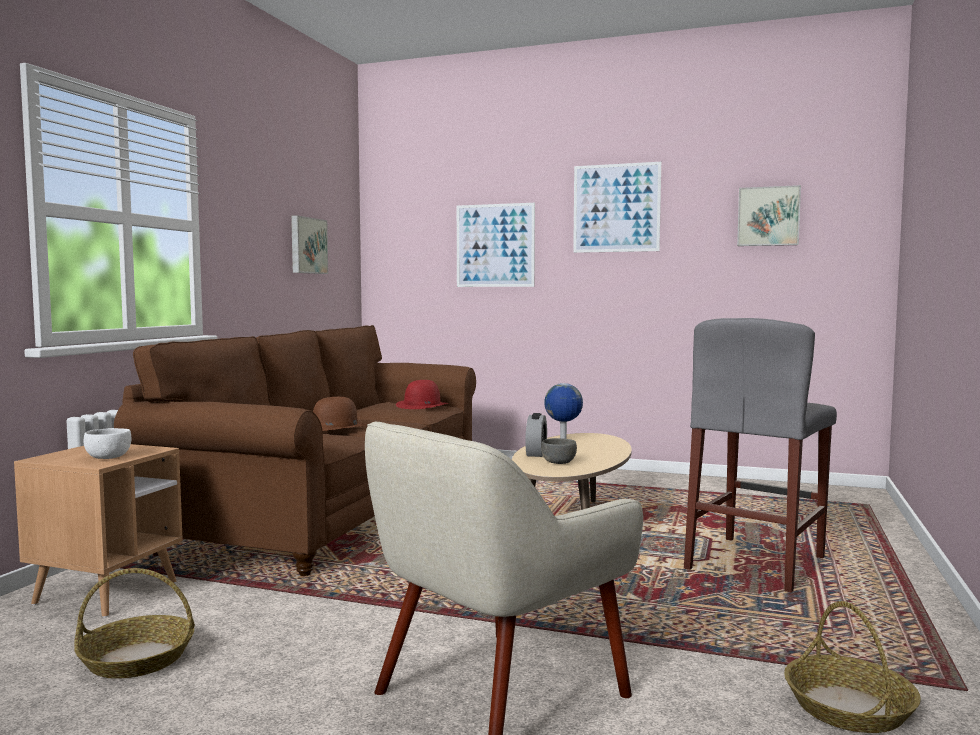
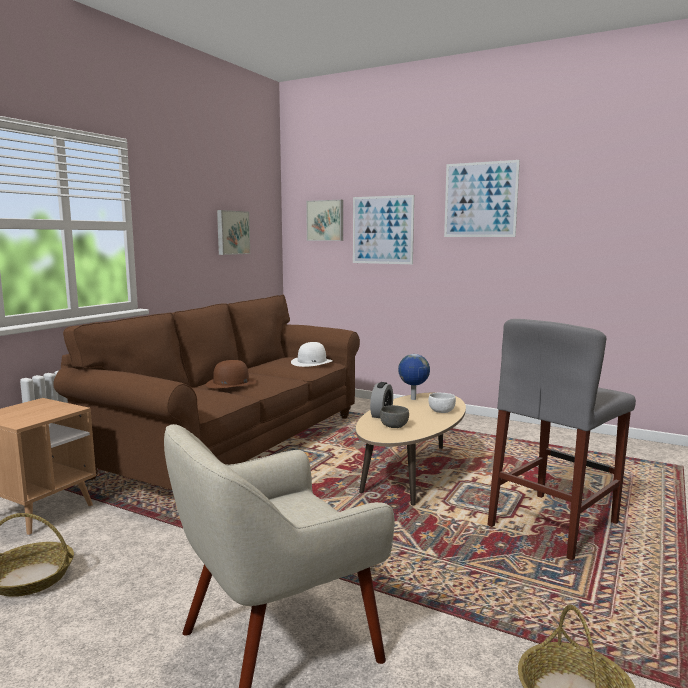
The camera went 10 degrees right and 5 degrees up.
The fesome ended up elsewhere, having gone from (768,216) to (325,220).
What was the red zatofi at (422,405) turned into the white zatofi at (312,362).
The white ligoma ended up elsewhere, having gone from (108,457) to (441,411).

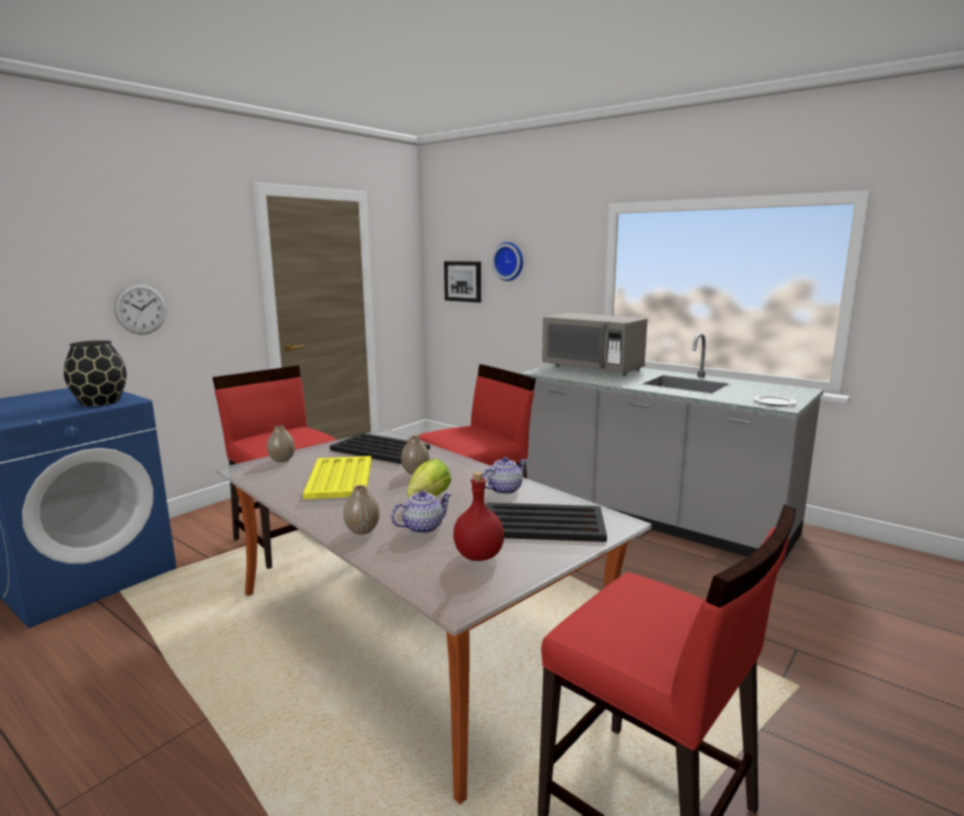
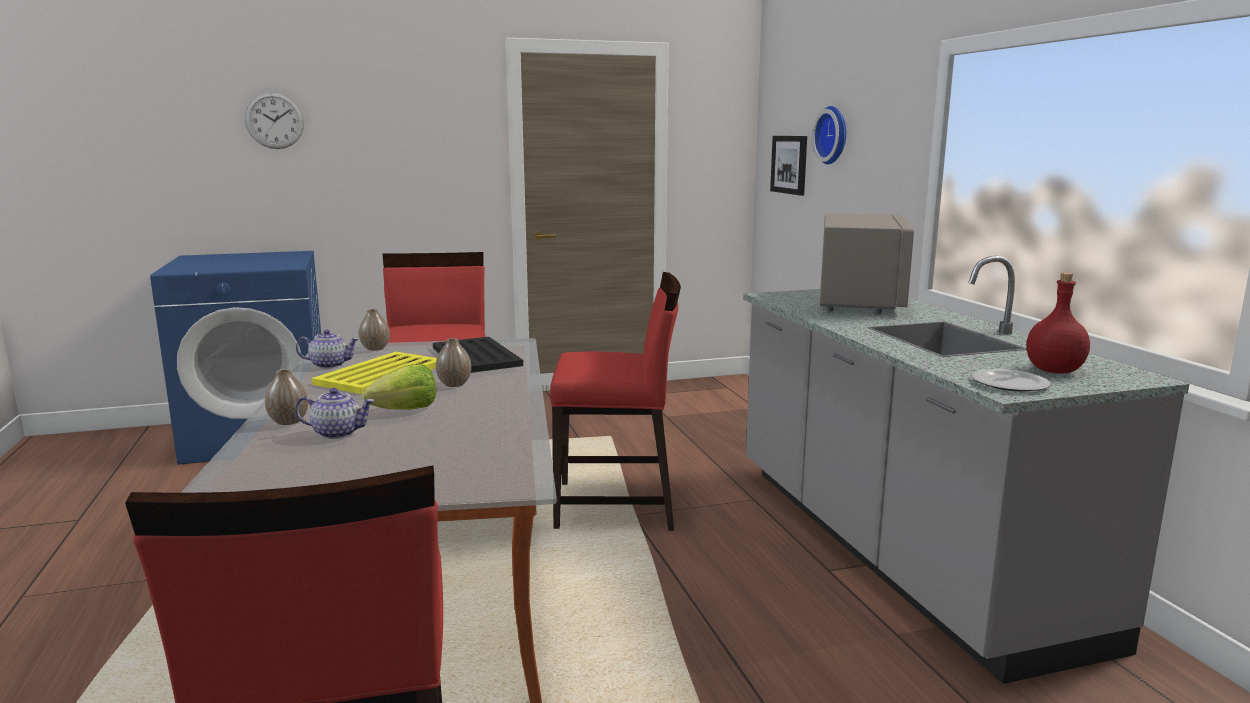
The camera went 35 degrees right and 0 degrees up.
The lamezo ended up elsewhere, having gone from (141,309) to (274,120).
The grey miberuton at (592,369) ended up facing another way, 150 degrees counterclockwise from before.
The second view lost the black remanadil at (100,402).
The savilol ended up elsewhere, having gone from (504,489) to (330,365).
The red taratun ended up elsewhere, having gone from (477,556) to (1053,370).
The second view lost the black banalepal at (544,524).

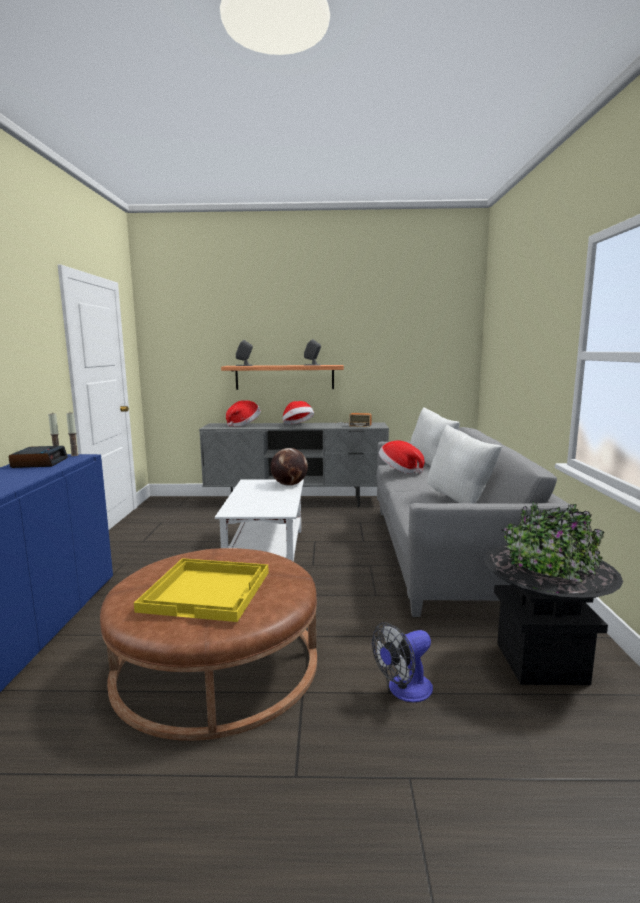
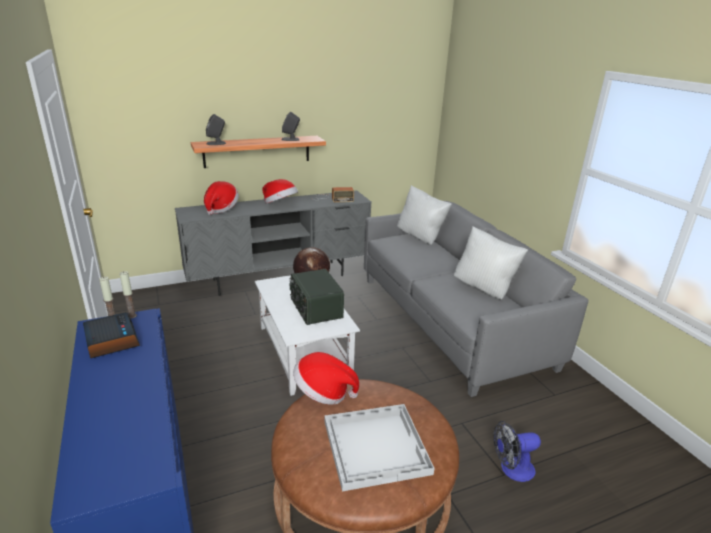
The camera went 25 degrees left and 15 degrees up.
The zatofi ended up elsewhere, having gone from (399,470) to (323,392).
The second view lost the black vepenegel at (541,663).
What was the yellow banalepal at (208,590) turned into the white banalepal at (376,446).
The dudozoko at (404,690) ended up facing another way, 45 degrees clockwise from before.
The second view gained the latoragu at (315,309).

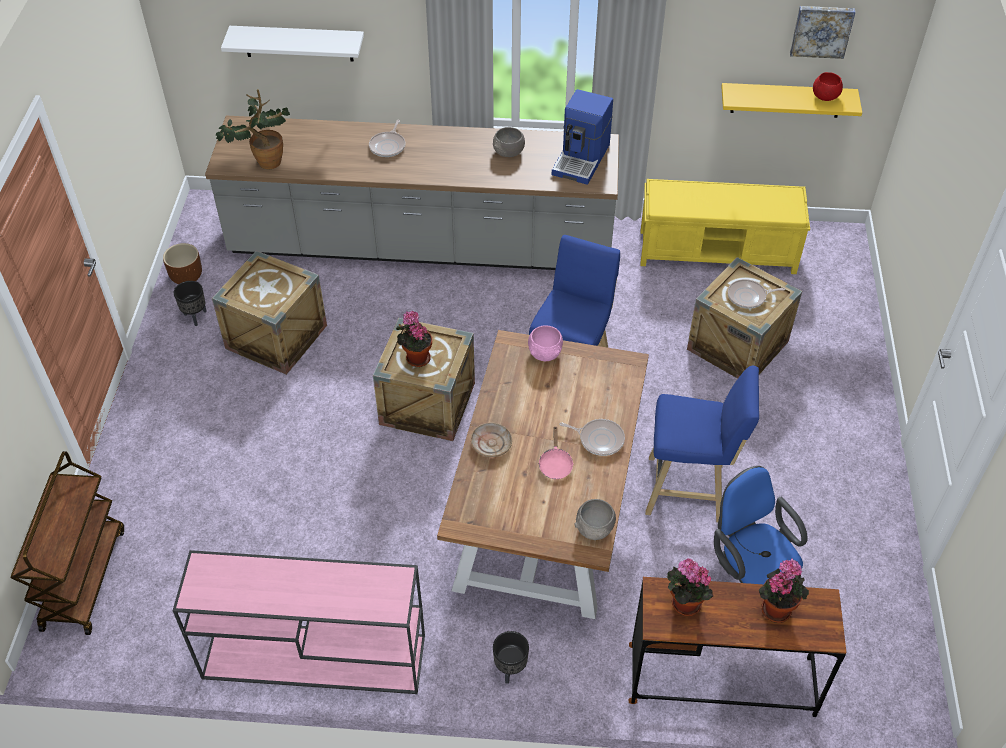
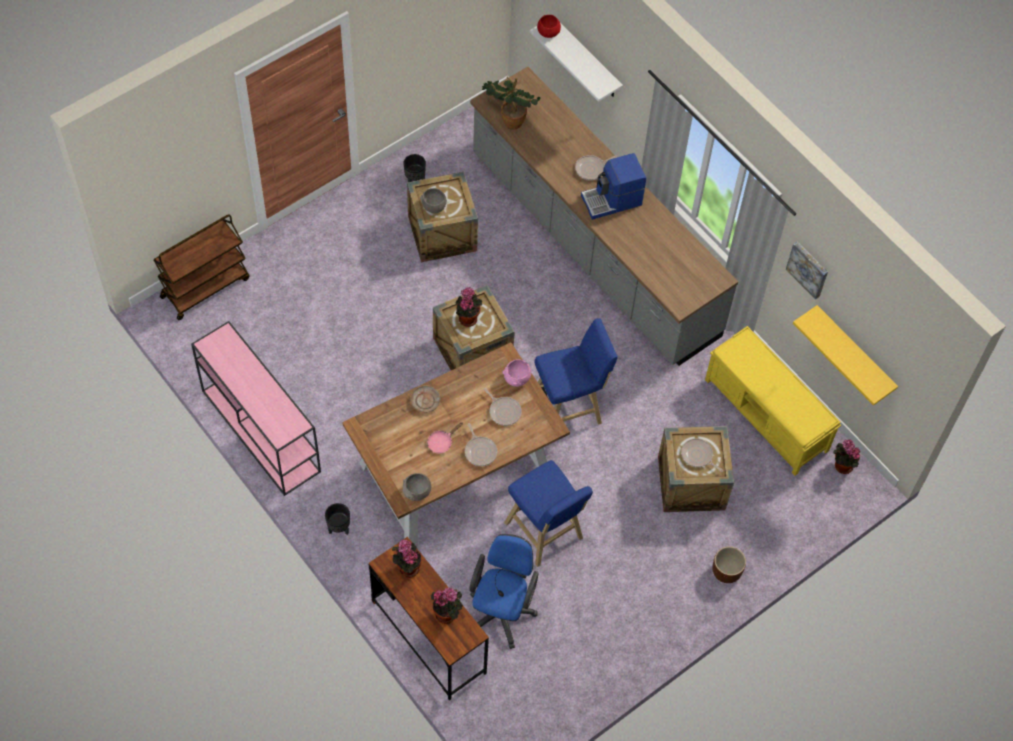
The camera went 45 degrees right and 10 degrees up.
The fesome ended up elsewhere, having gone from (821,30) to (808,269).
The red ligoma ended up elsewhere, having gone from (825,97) to (548,32).
The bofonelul ended up elsewhere, having gone from (582,159) to (612,201).
The grey ligoma ended up elsewhere, having gone from (508,152) to (433,206).
The brown vepenegel ended up elsewhere, having gone from (187,276) to (726,571).
The second view gained the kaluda at (504,411).
The second view gained the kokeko at (841,466).

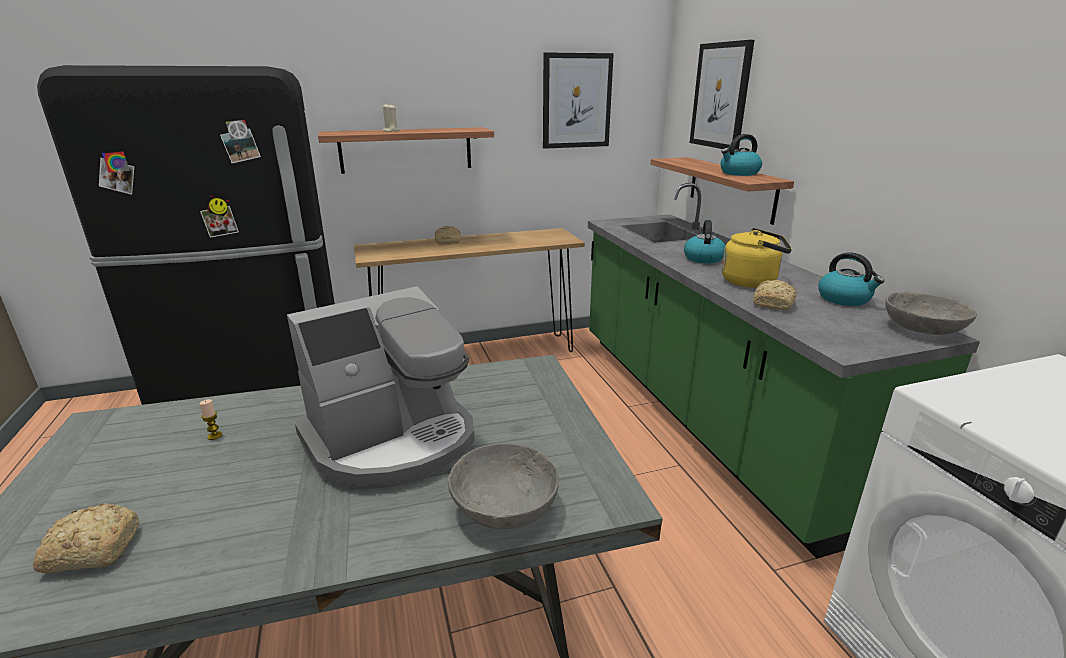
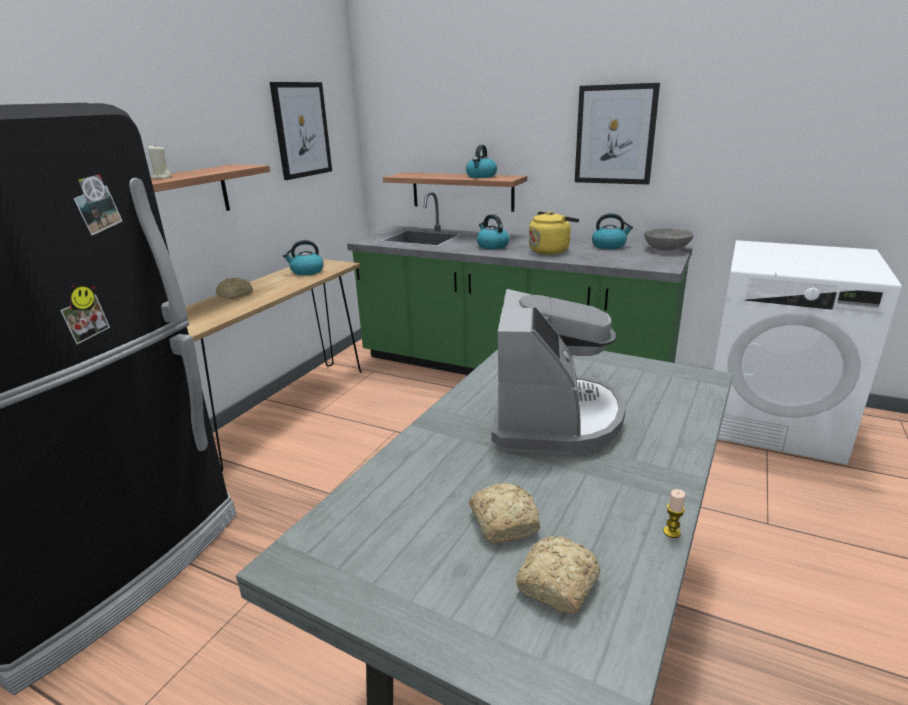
The camera went 45 degrees left and 0 degrees up.
The fesome ended up elsewhere, having gone from (721,96) to (615,135).
The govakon ended up elsewhere, having gone from (774,303) to (504,521).
The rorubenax ended up elsewhere, having gone from (215,436) to (671,532).
The second view lost the grey ligoma at (505,506).
The second view gained the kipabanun at (306,271).

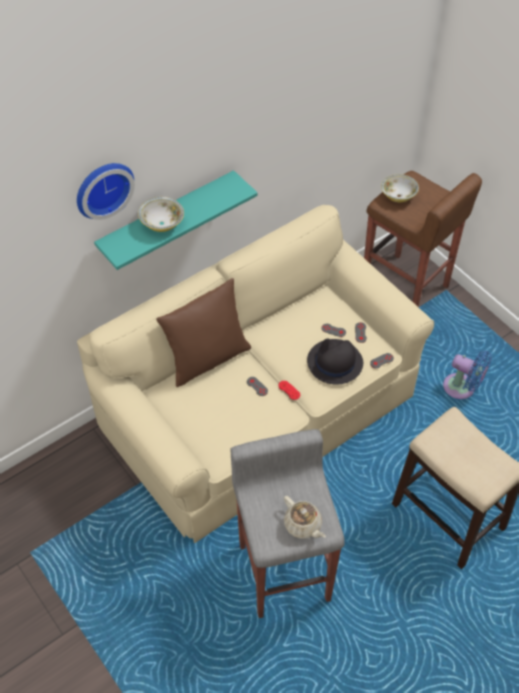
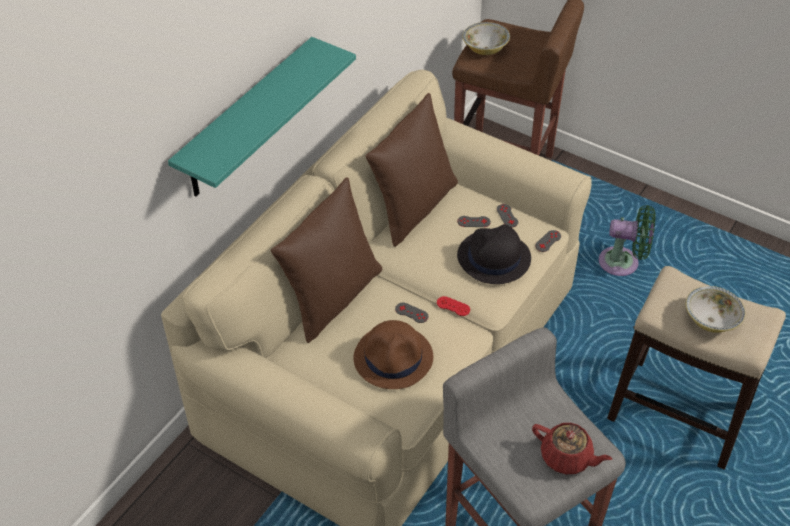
The camera went 20 degrees left and 5 degrees down.
The second view lost the lamezo at (102,188).
The ligoma ended up elsewhere, having gone from (162,223) to (711,320).
What was the blue dudozoko at (462,388) turned into the green dudozoko at (623,263).
What was the beige savilol at (303,525) turned into the red savilol at (567,457).
The second view gained the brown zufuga at (413,208).
The second view gained the brown zatofi at (394,358).

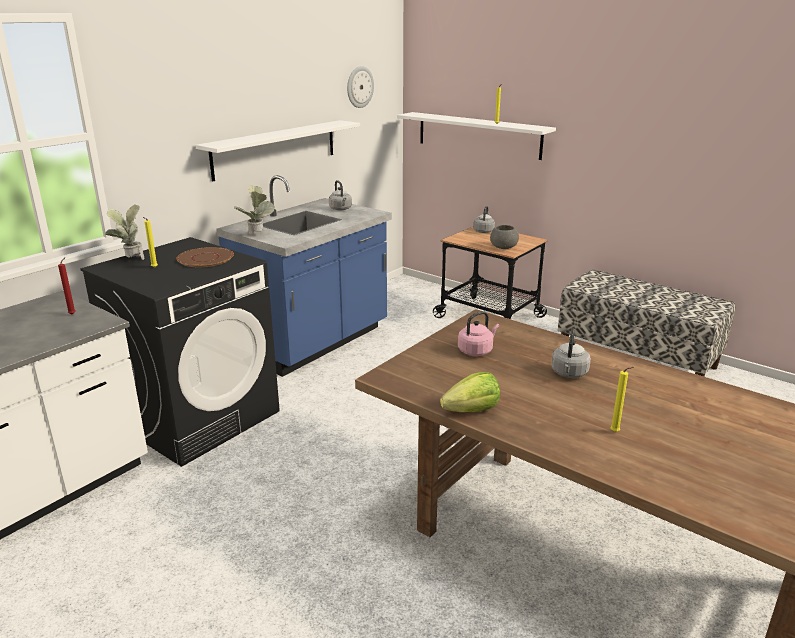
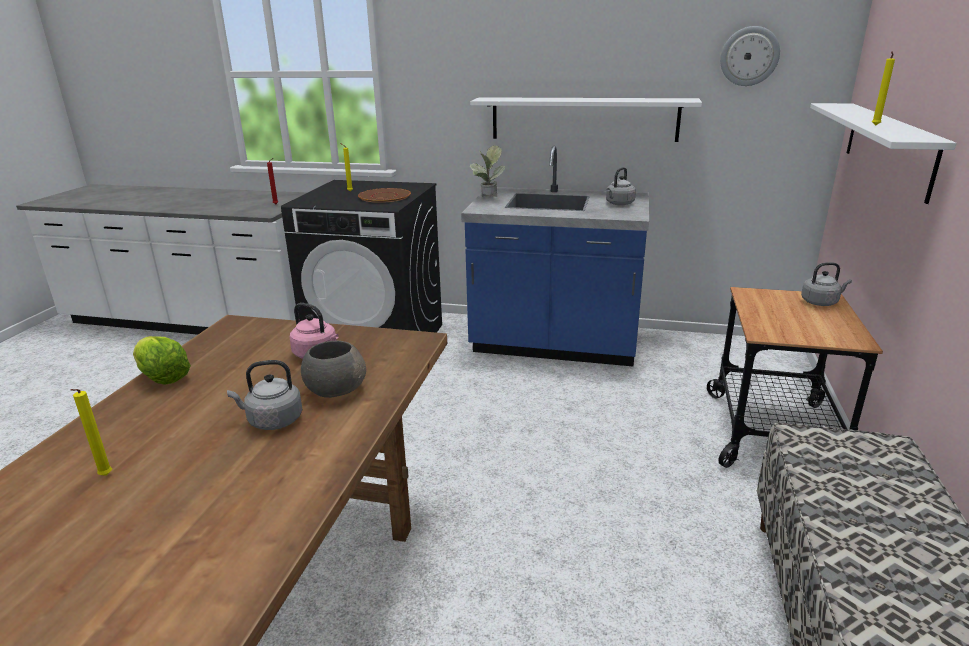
The camera went 65 degrees right and 0 degrees up.
The second view lost the kokeko at (131,260).
The grey ligoma ended up elsewhere, having gone from (503,247) to (335,390).

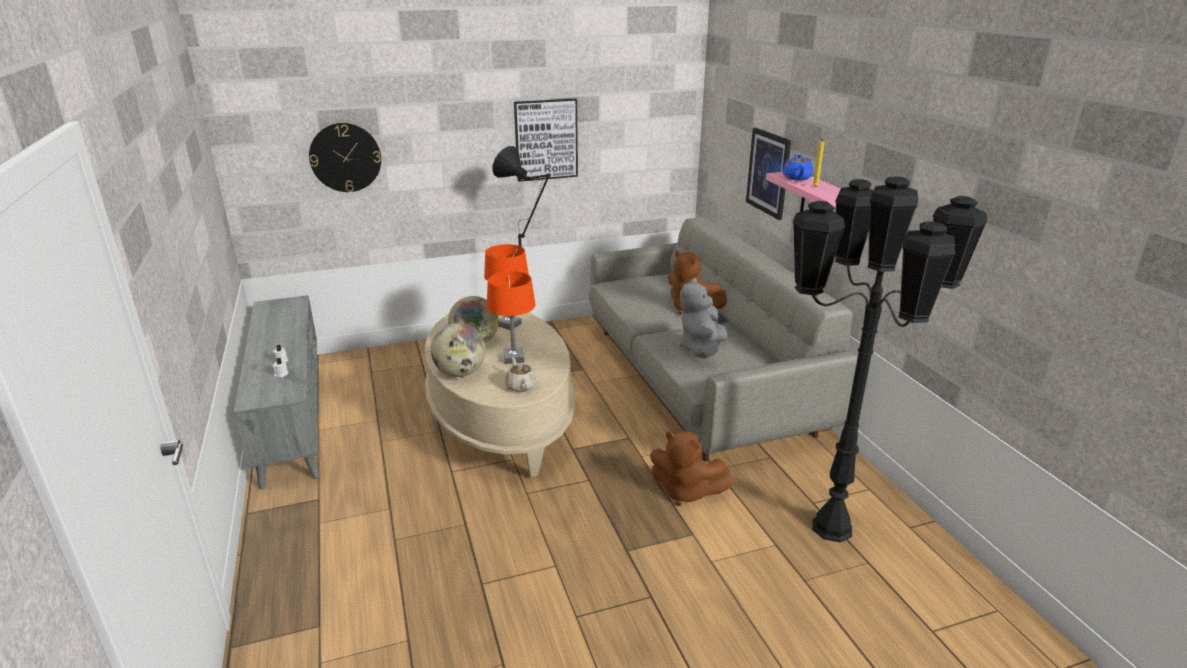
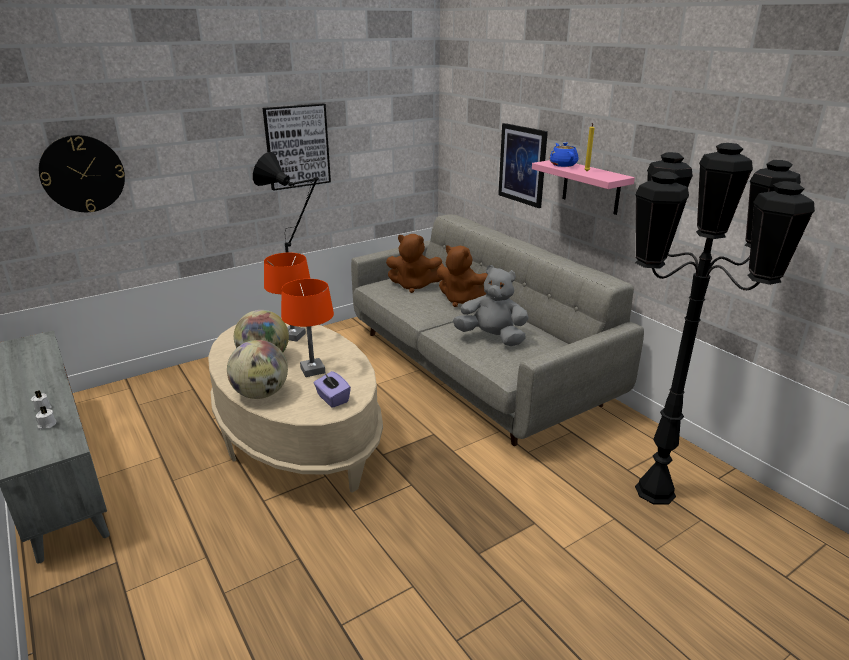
The camera went 15 degrees left and 0 degrees up.
The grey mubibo at (701,349) ended up facing another way, 105 degrees clockwise from before.
Where the beige savilol stood at (520,386), the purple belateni came to stand at (332,399).
The brown mubibo ended up elsewhere, having gone from (685,492) to (414,286).

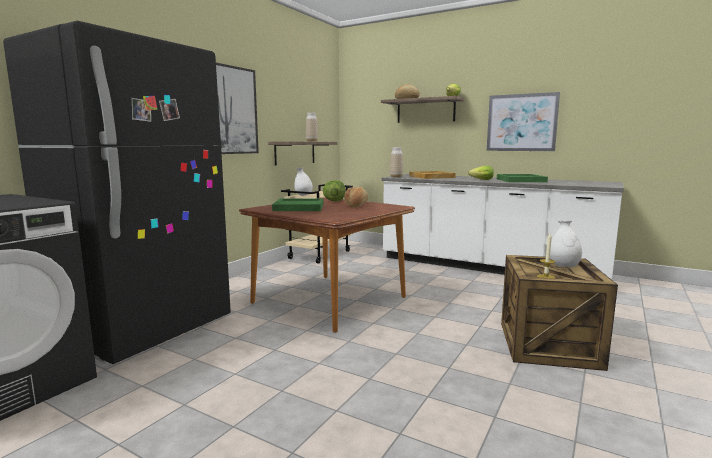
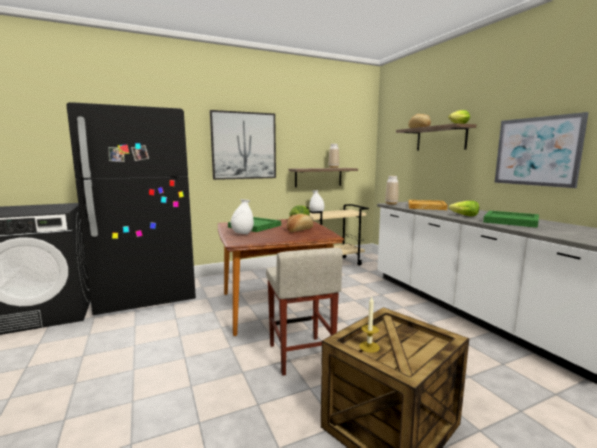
The camera went 35 degrees right and 0 degrees up.
The white remanadil ended up elsewhere, having gone from (563,267) to (242,234).
The second view gained the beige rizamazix at (301,355).

